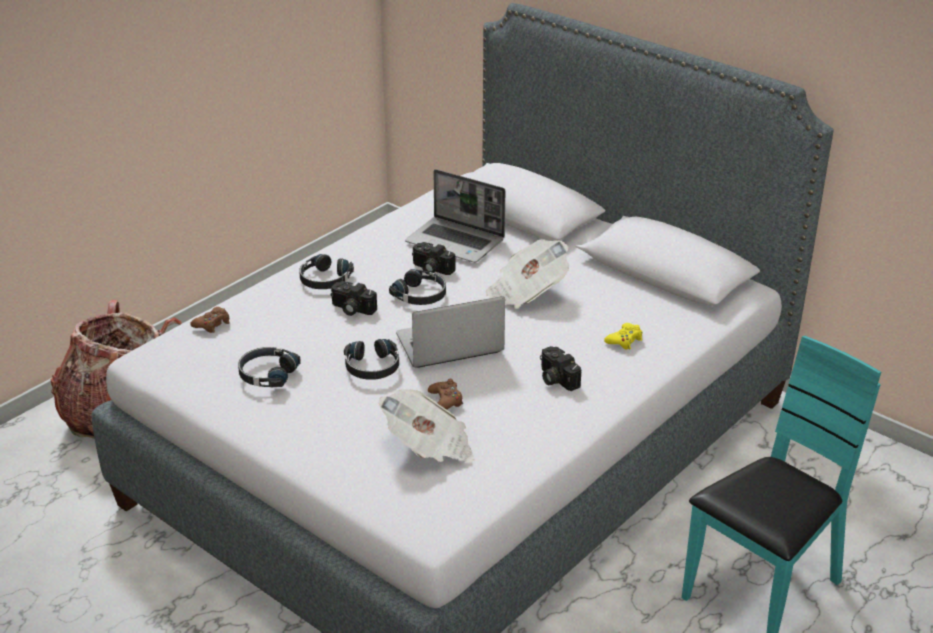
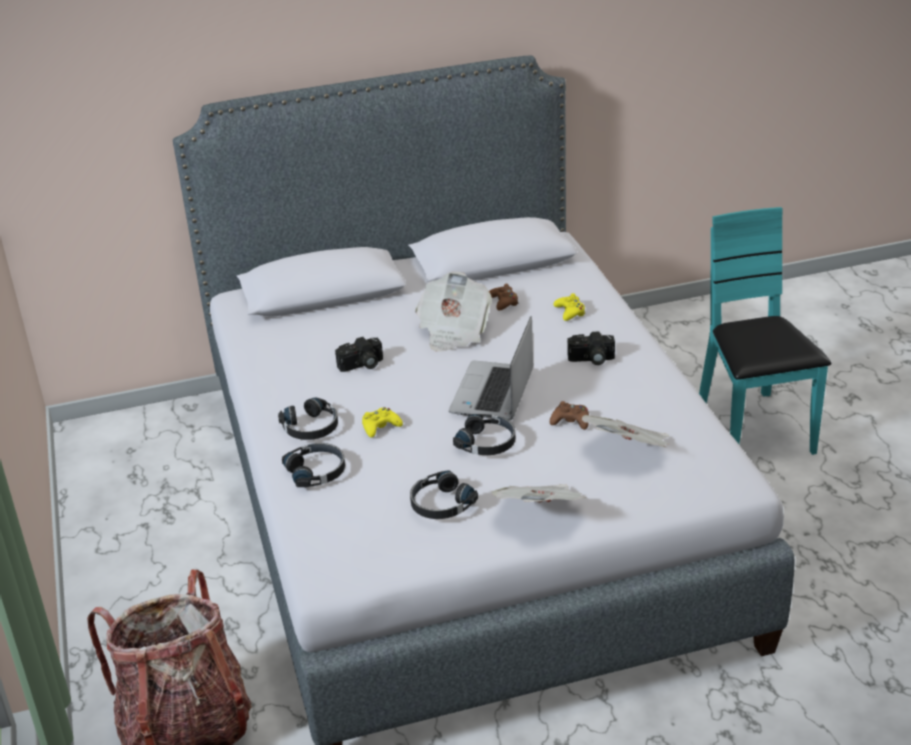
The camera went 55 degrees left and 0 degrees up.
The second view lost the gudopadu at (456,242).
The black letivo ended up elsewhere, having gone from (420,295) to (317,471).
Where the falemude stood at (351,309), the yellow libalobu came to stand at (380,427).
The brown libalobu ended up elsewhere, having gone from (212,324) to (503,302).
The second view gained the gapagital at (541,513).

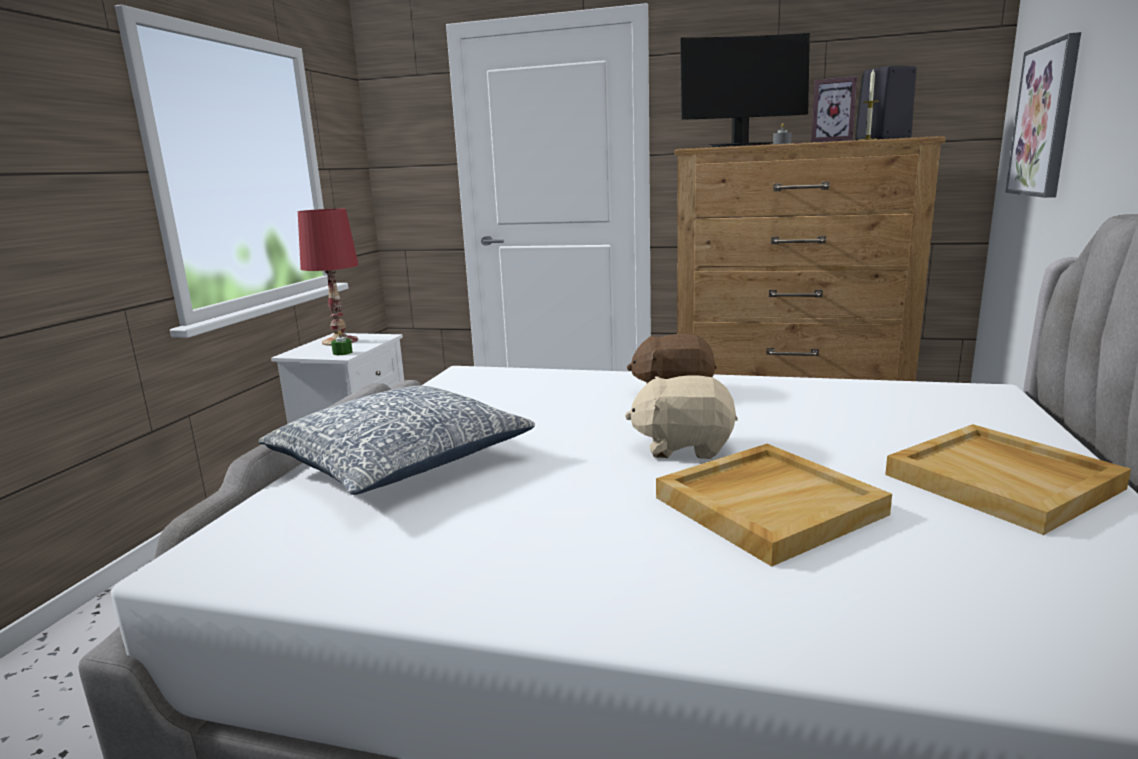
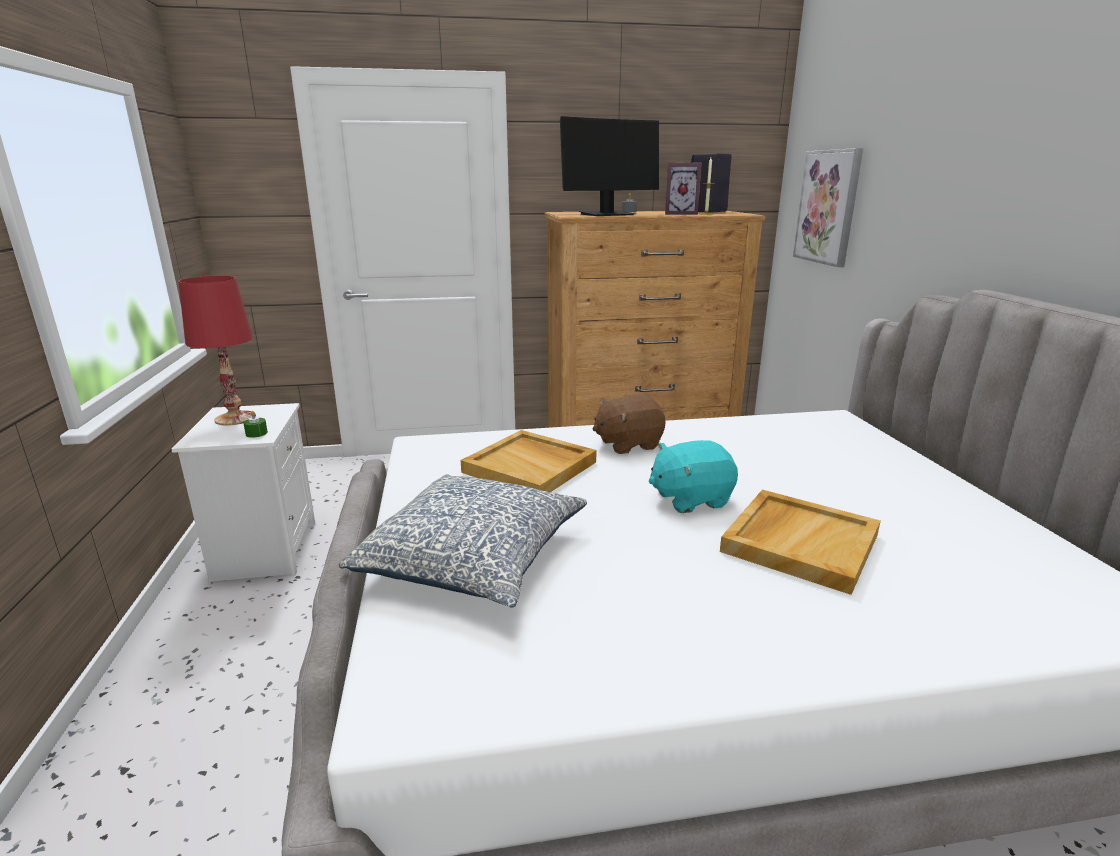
The camera went 25 degrees left and 5 degrees up.
What was the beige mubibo at (683,447) turned into the turquoise mubibo at (690,499).
The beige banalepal ended up elsewhere, having gone from (1004,482) to (531,467).

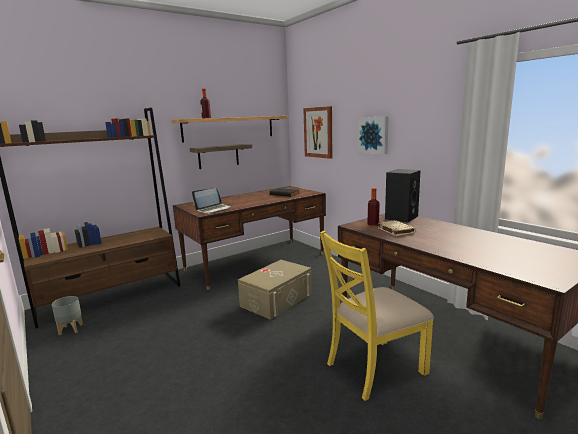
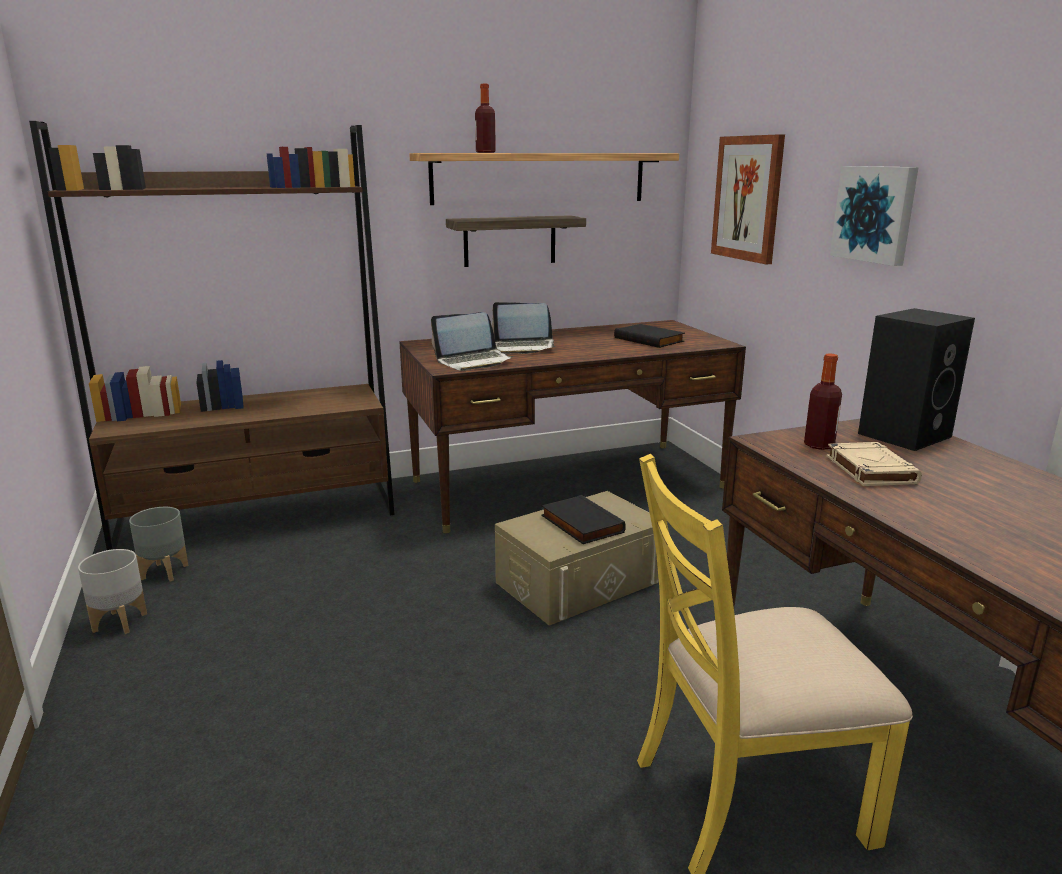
The camera went 15 degrees right and 5 degrees up.
The second view gained the gudopadu at (523,347).
The second view gained the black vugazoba at (580,524).
The second view gained the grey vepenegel at (120,622).

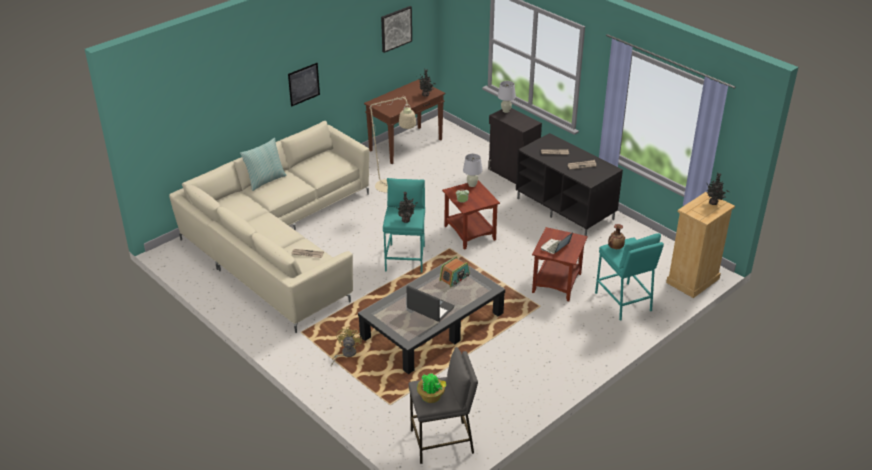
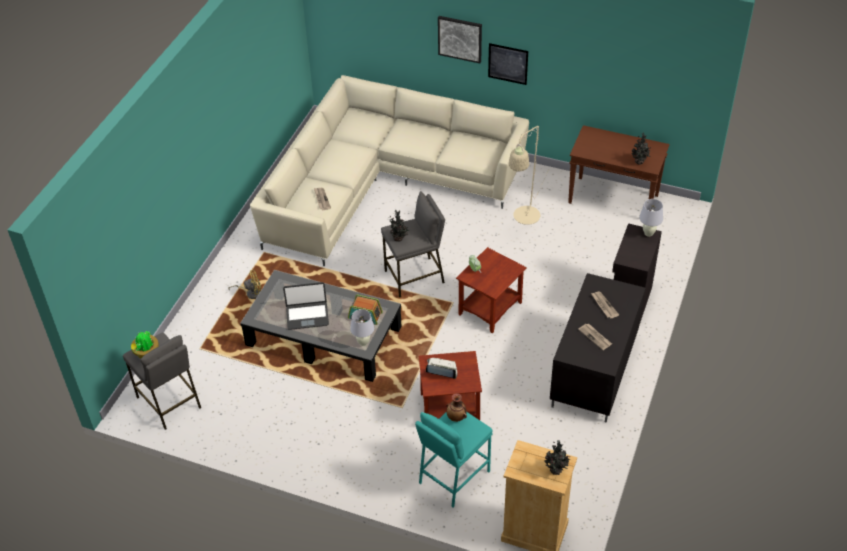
The camera went 65 degrees right and 10 degrees up.
The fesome ended up elsewhere, having gone from (396,28) to (460,38).
The second view lost the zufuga at (265,180).
The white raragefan ended up elsewhere, having gone from (472,185) to (363,342).
What was the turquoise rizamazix at (406,258) turned into the grey rizamazix at (415,277).
The gudopadu at (430,308) ended up facing another way, 75 degrees clockwise from before.

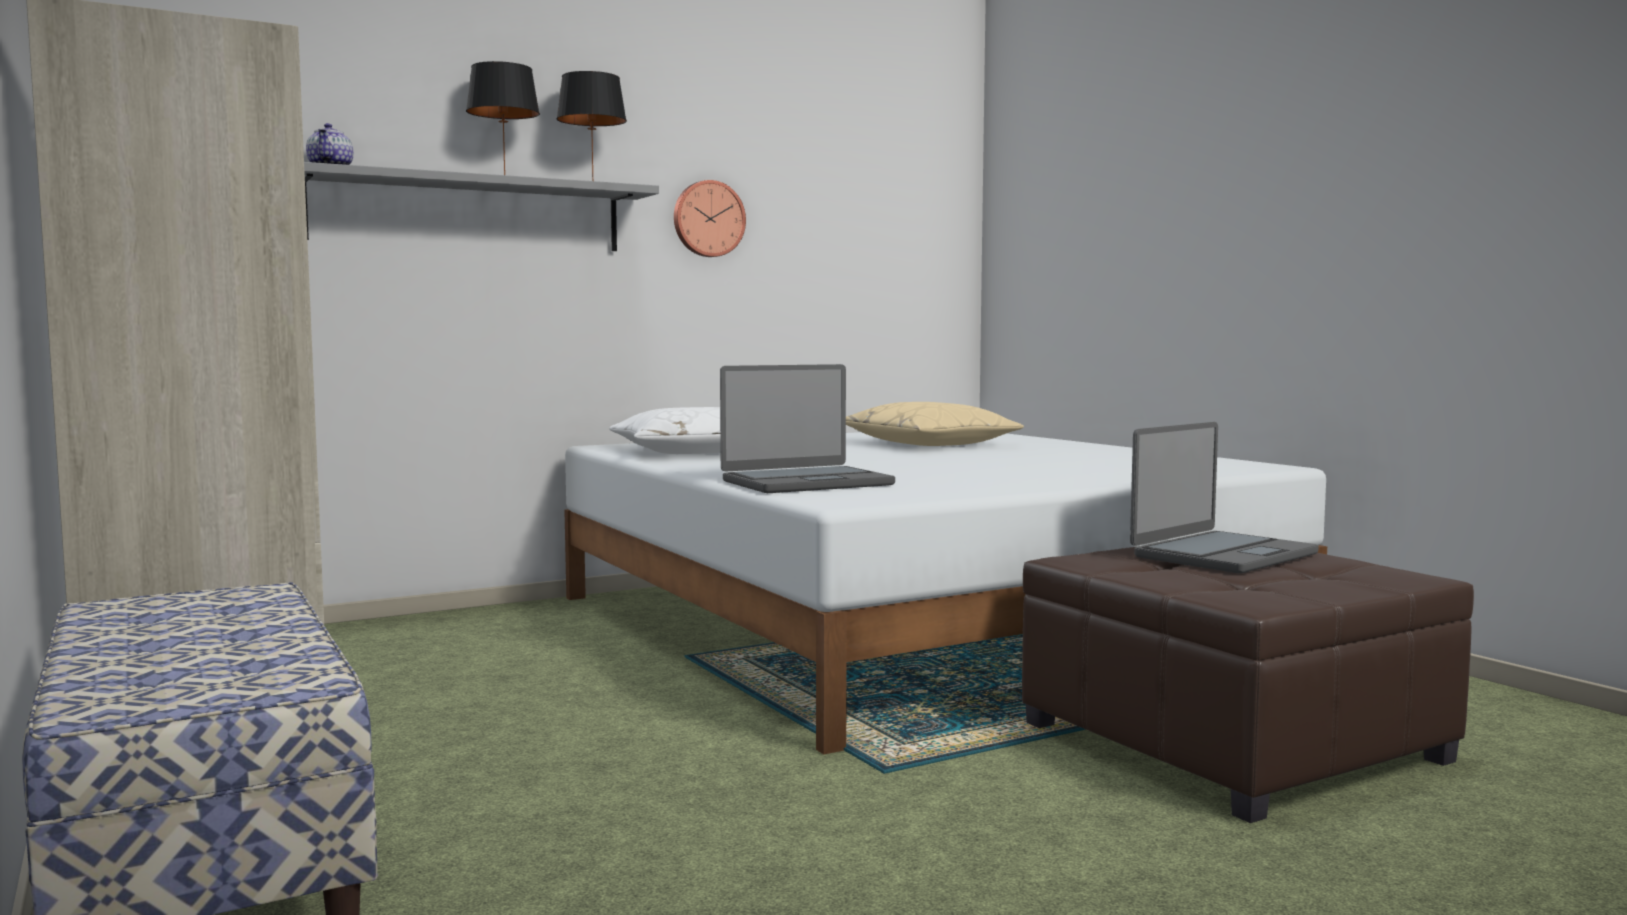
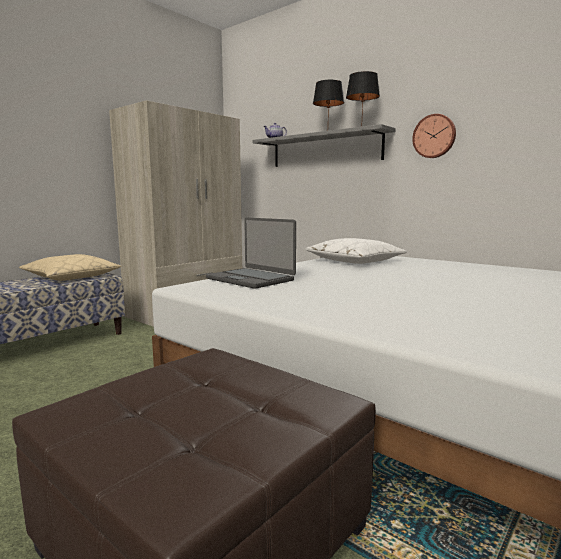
The camera went 70 degrees right and 5 degrees up.
The beige zufuga ended up elsewhere, having gone from (929,444) to (72,277).
The second view lost the gudopadu at (1222,555).

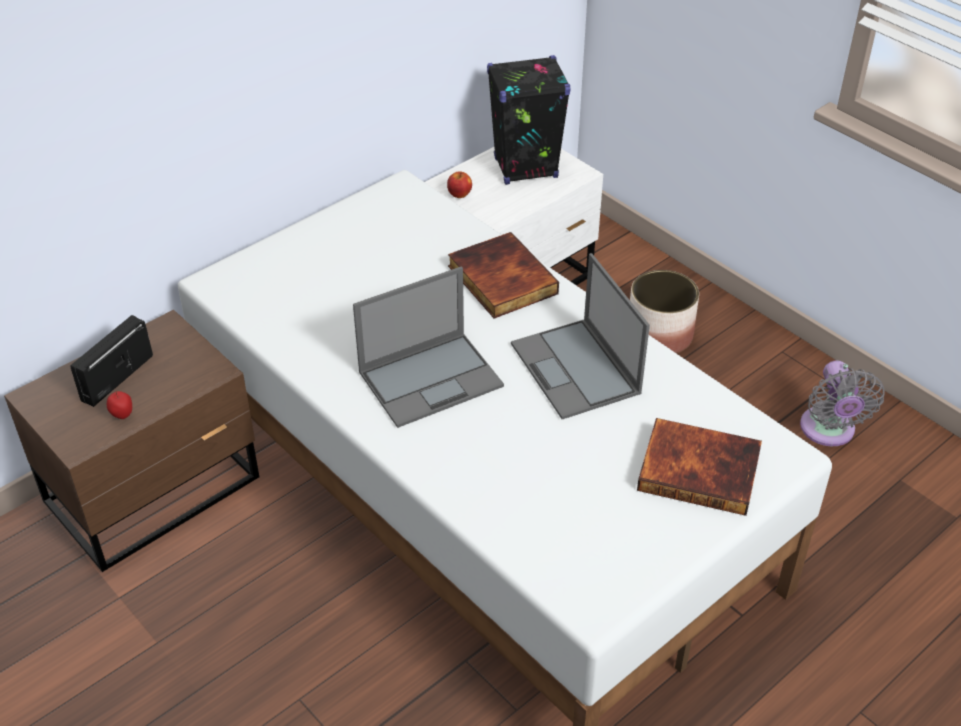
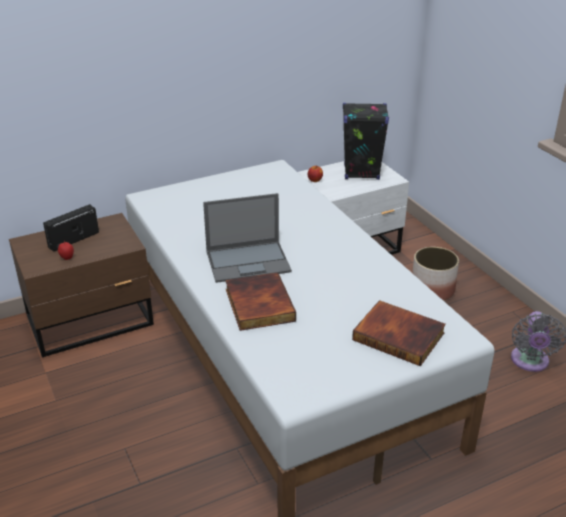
The camera went 15 degrees right and 10 degrees down.
The vugazoba ended up elsewhere, having gone from (500,280) to (258,305).
The second view lost the gudopadu at (576,369).

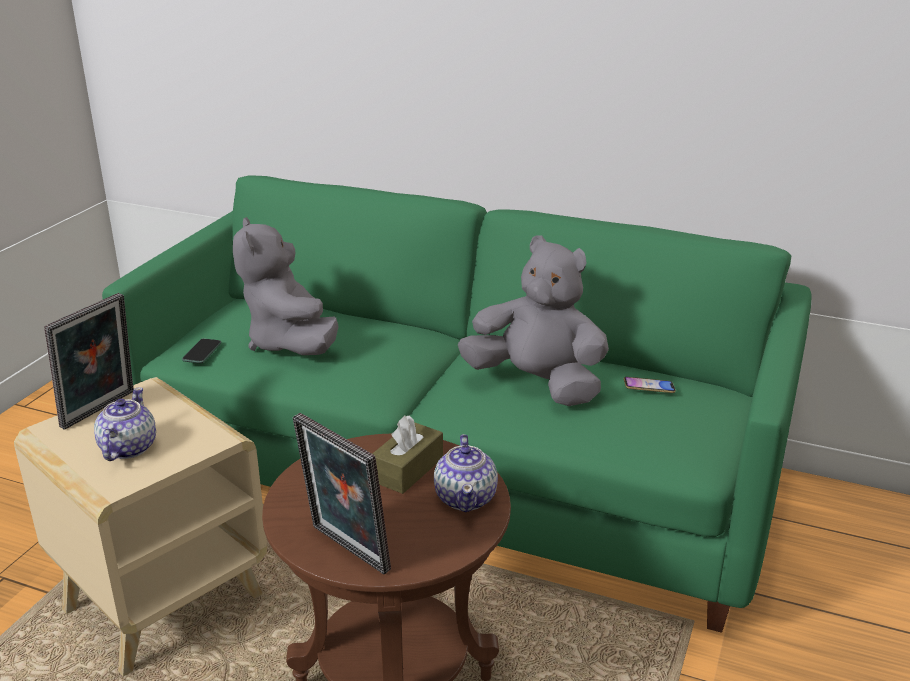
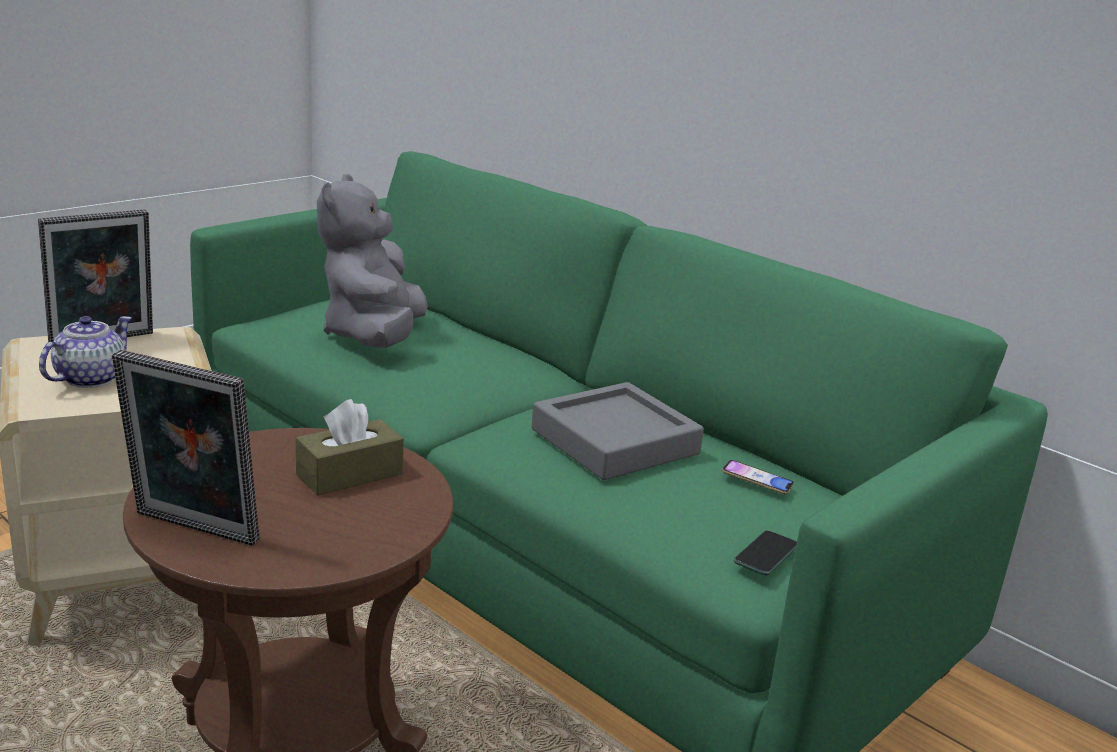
The camera went 20 degrees right and 5 degrees down.
Where the grey mubibo stood at (537,384), the grey banalepal came to stand at (614,442).
The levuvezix ended up elsewhere, having gone from (202,352) to (766,554).
The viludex at (345,551) ended up facing another way, 45 degrees counterclockwise from before.
The second view lost the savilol at (466,497).

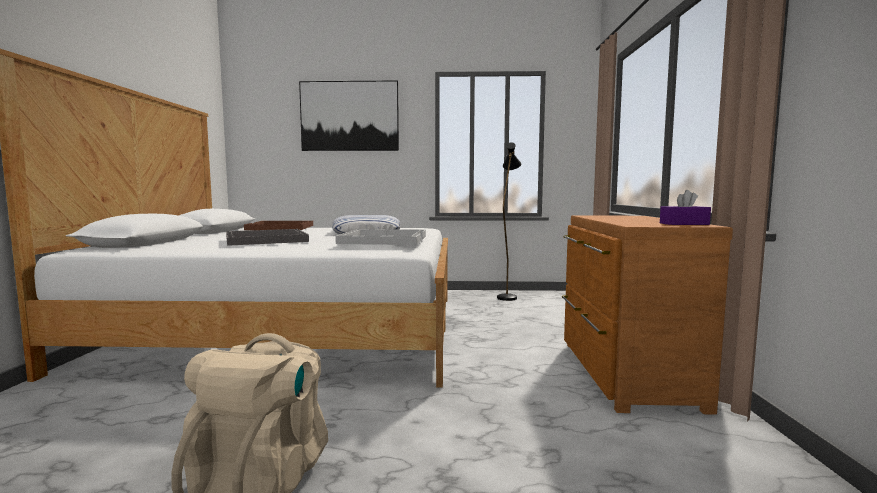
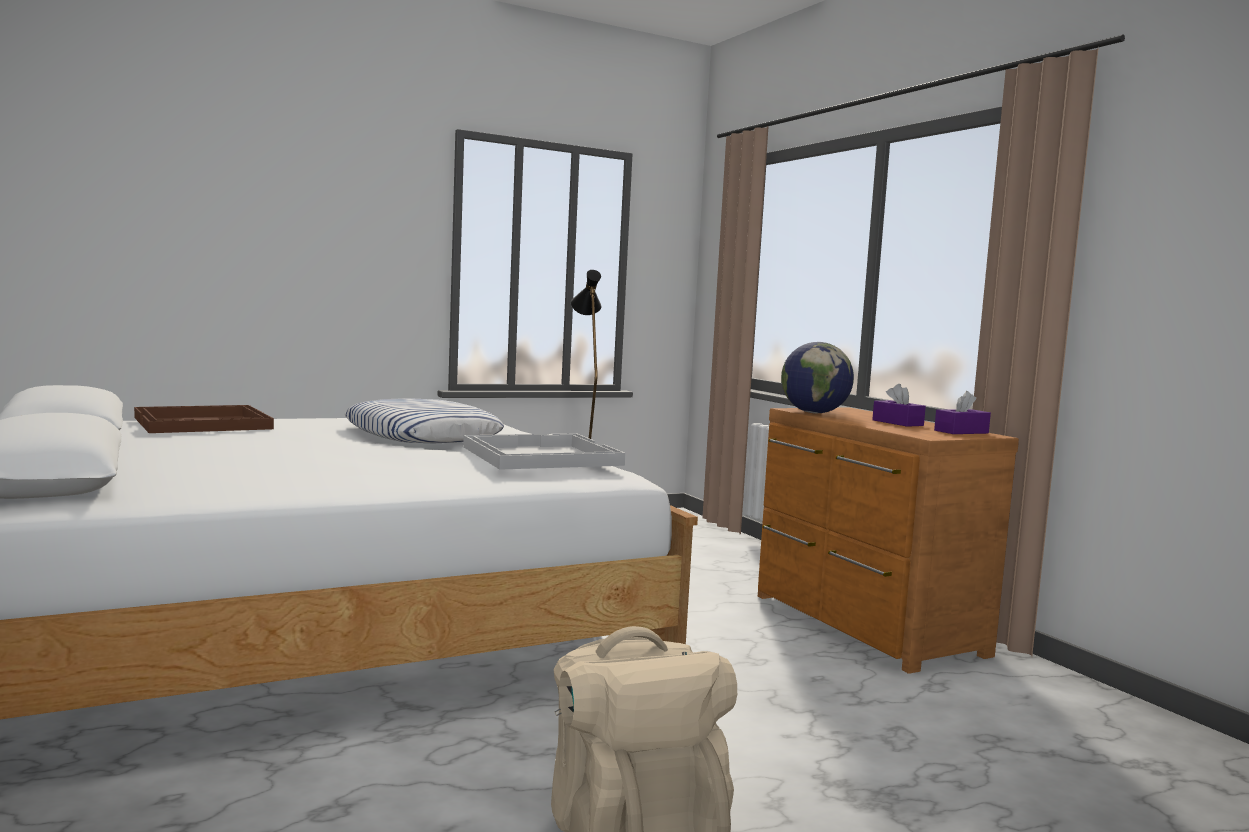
The camera went 30 degrees left and 0 degrees up.
The second view lost the fesome at (349,116).
The second view lost the grey banalepal at (267,239).
The second view gained the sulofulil at (814,413).
The second view gained the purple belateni at (897,423).

